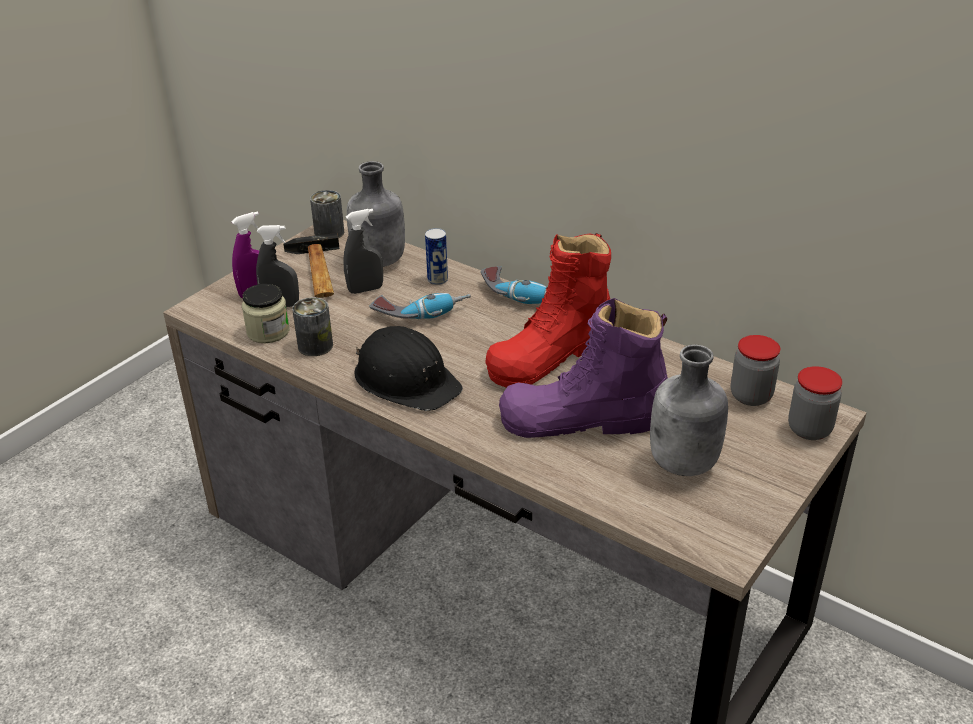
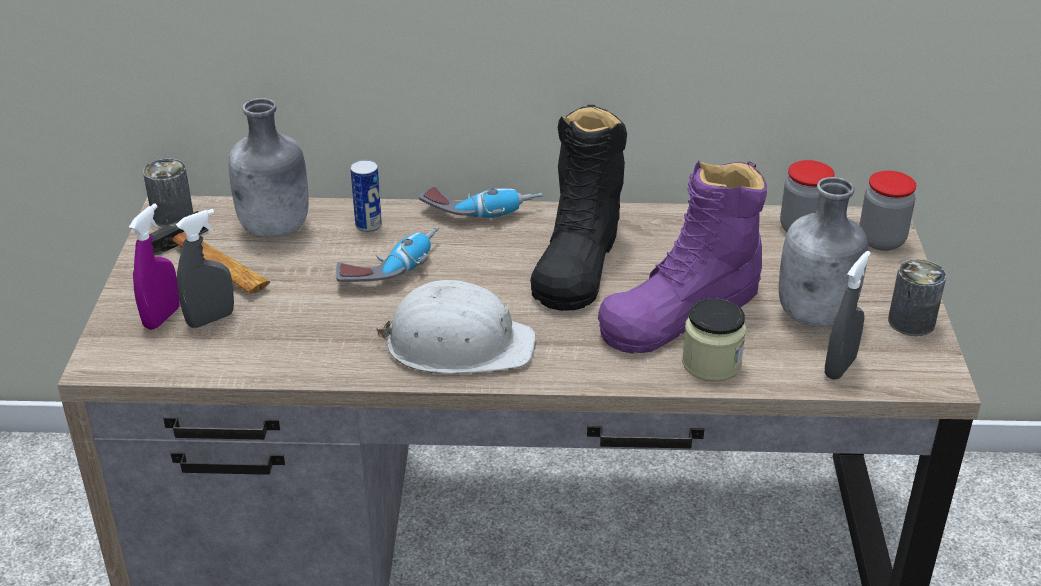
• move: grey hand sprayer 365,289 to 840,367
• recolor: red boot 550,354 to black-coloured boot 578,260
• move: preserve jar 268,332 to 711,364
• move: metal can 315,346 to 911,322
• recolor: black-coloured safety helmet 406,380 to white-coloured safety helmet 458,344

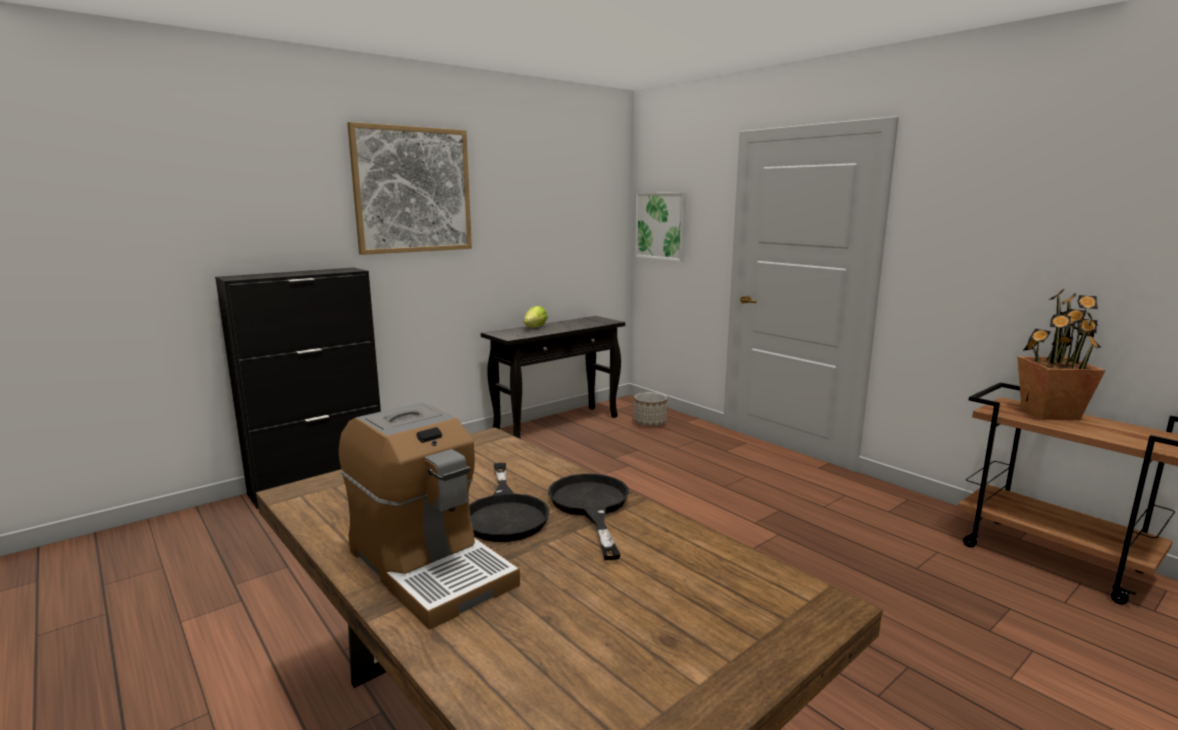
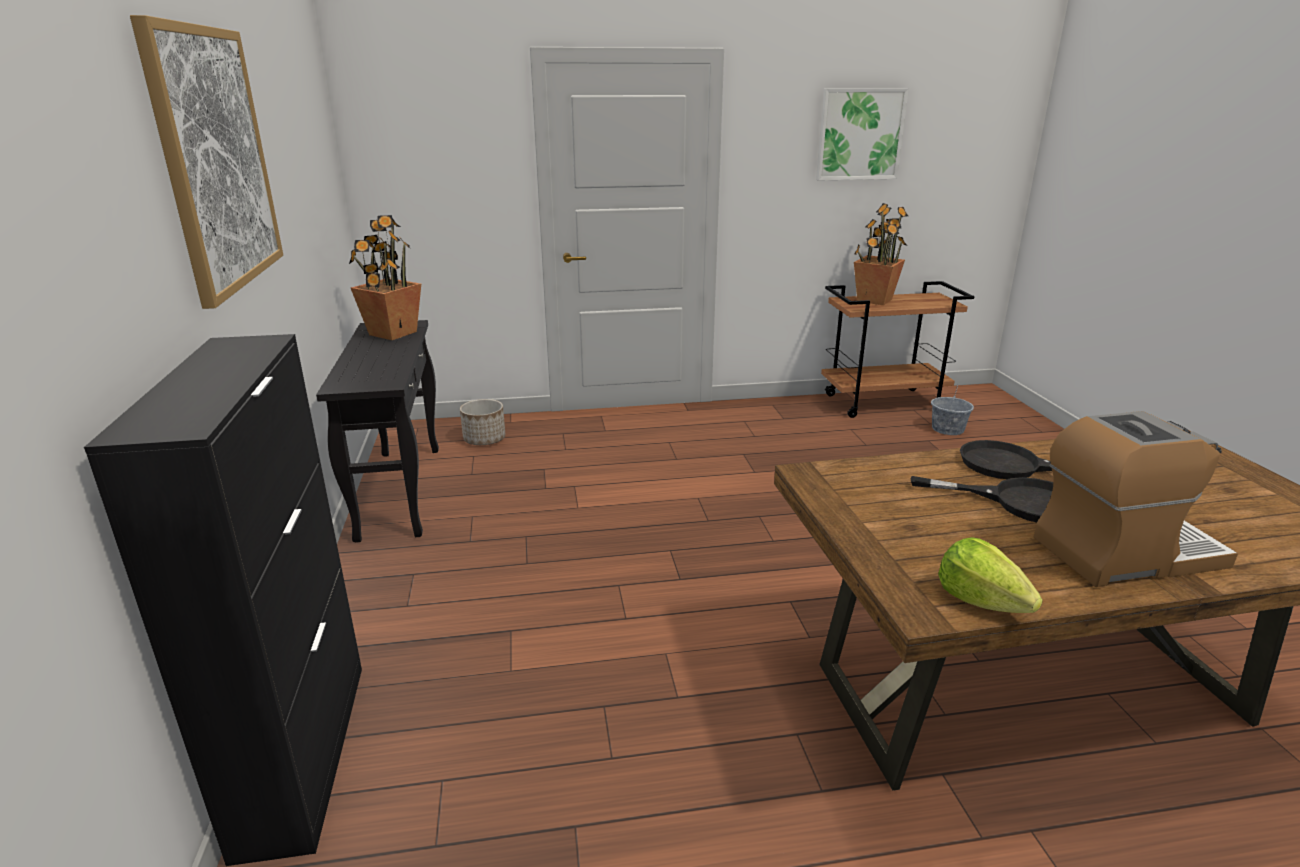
• move: picture 661,226 to 860,134
• move: head of lettuce 535,327 to 980,601
• insert: potted plant 392,333
• insert: grey pail 947,429

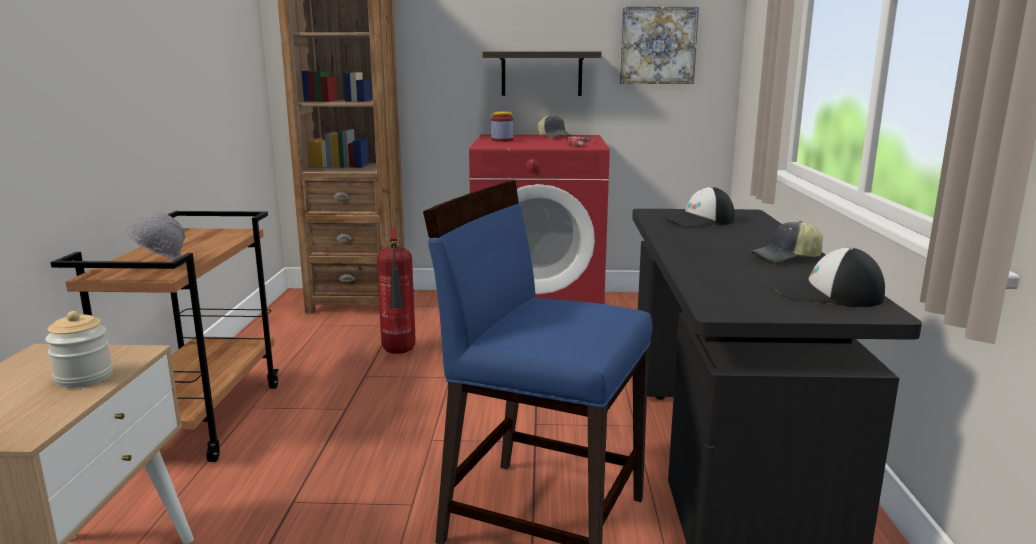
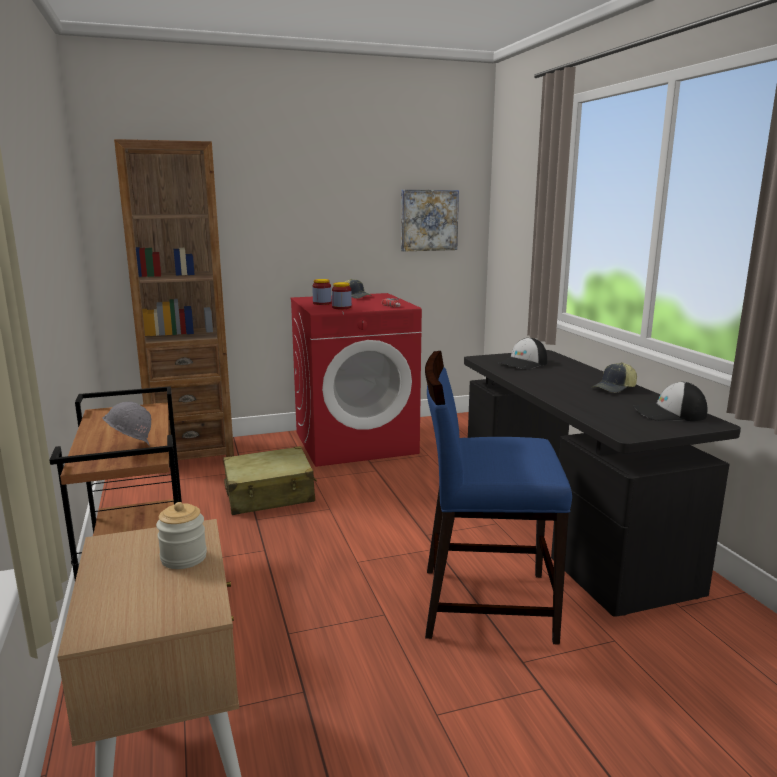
• delete: shelf 541,74
• replace: extinguisher 399,353 to beige-coloured piece of luggage 270,495
• insert: preserve jar 342,307

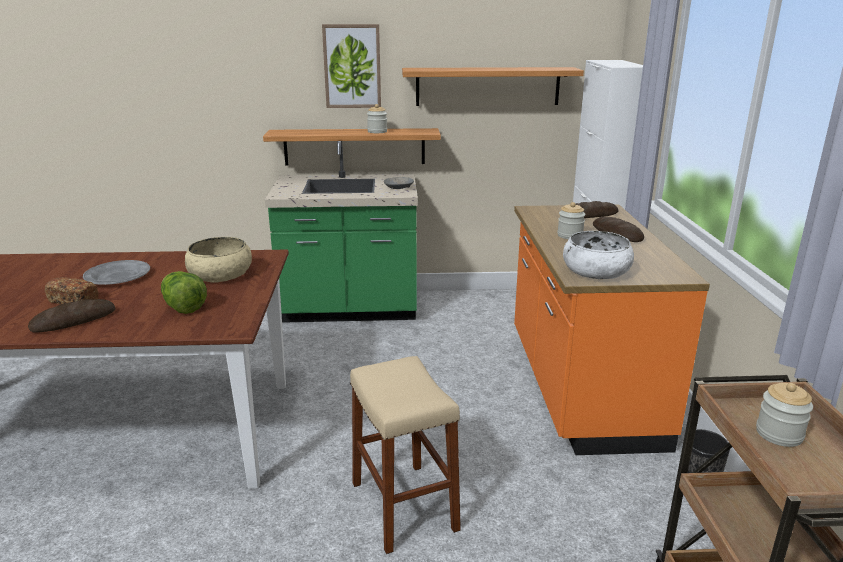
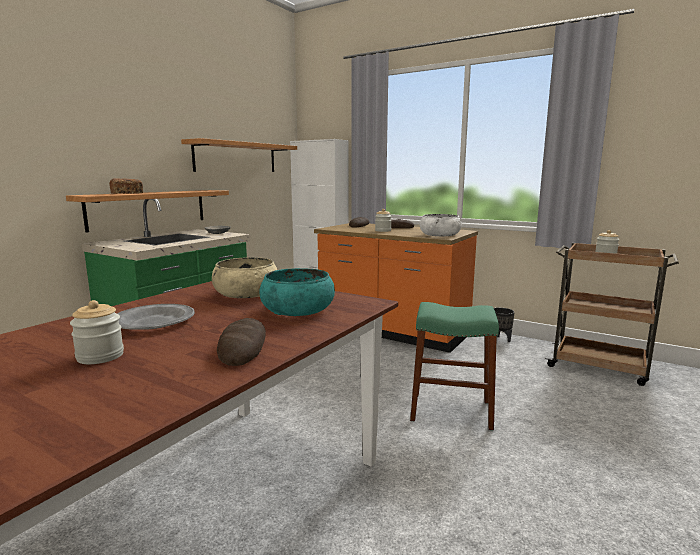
• delete: picture 352,66
• move: preserve jar 377,131 to 100,356
• replace: head of lettuce 183,307 to turquoise deep dish 297,309
• move: baked bread 74,301 to 127,193
• recolor: beige-coloured sitting stool 404,506 to green sitting stool 451,410

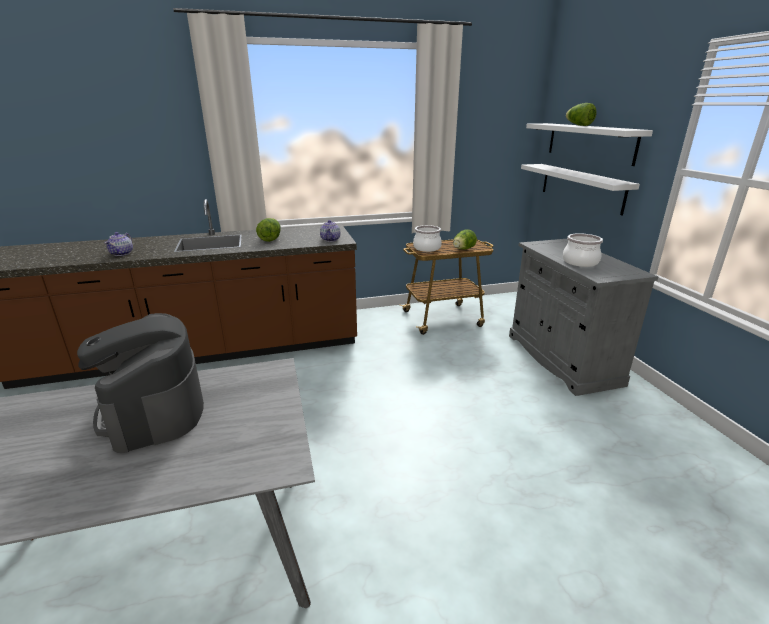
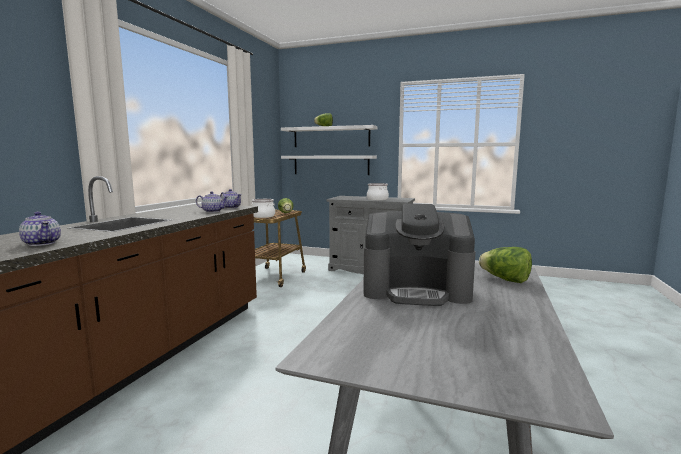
• move: head of lettuce 270,239 to 505,280
• insert: tea pot 212,211

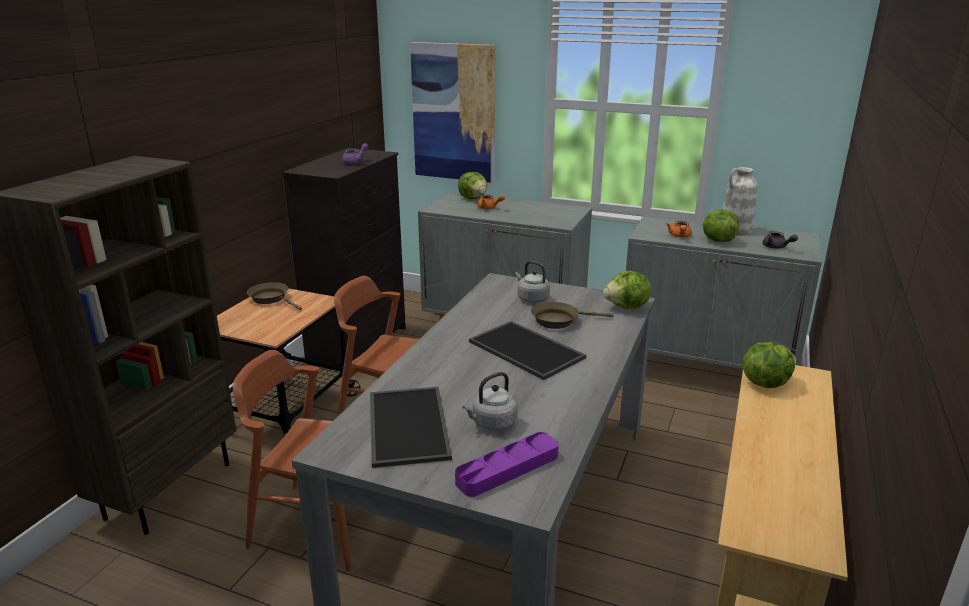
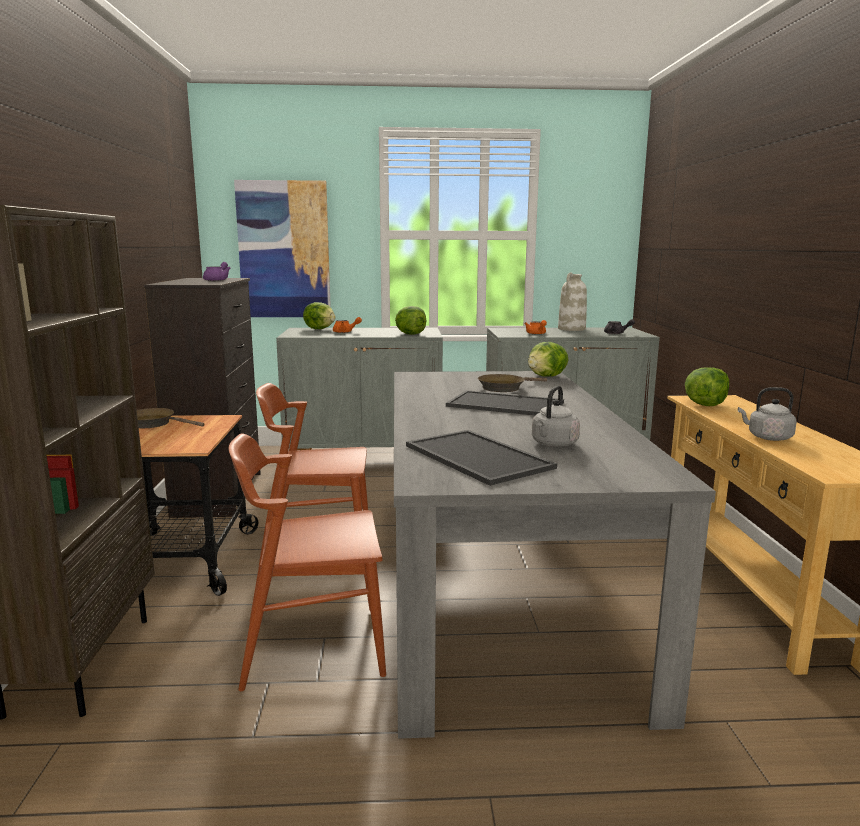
• move: head of lettuce 717,240 to 410,334
• move: grey tea kettle 531,298 to 767,437
• delete: purplish serving tray 508,469

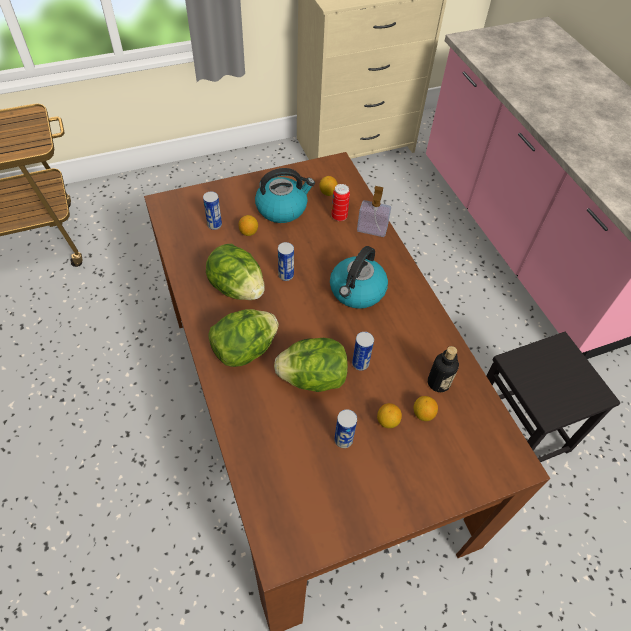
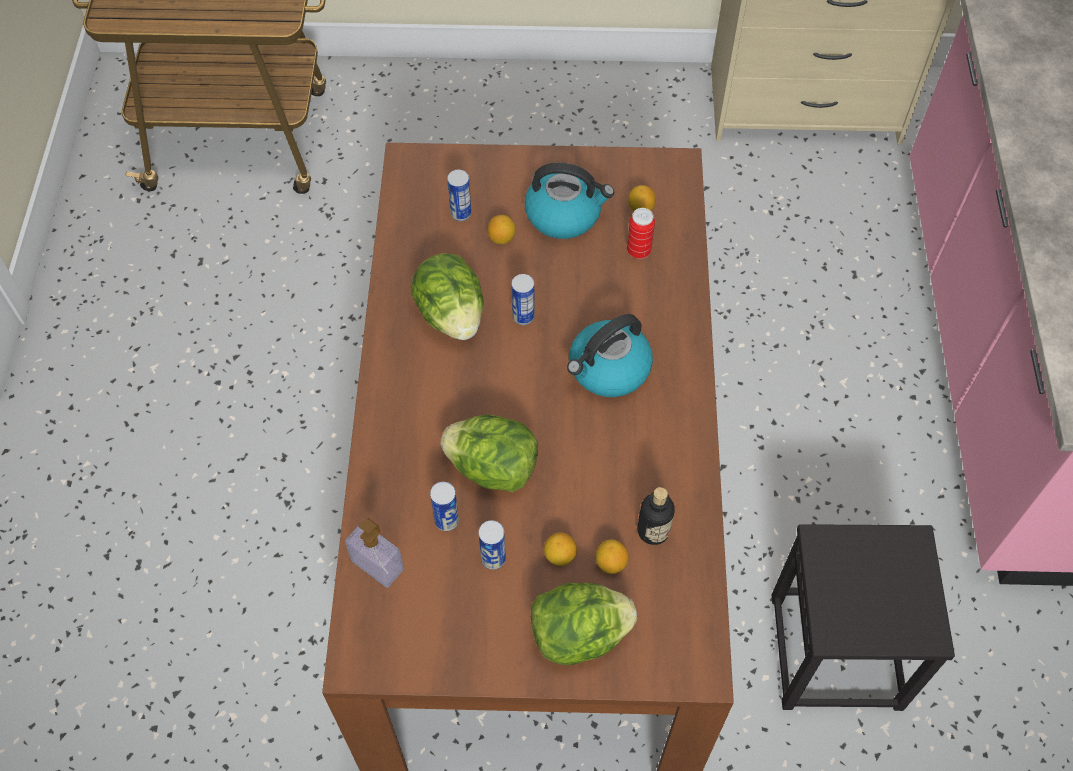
• move: liquid soap bottle 372,229 to 377,565
• move: head of lettuce 244,350 to 579,634
• move: metal can 360,363 to 446,521

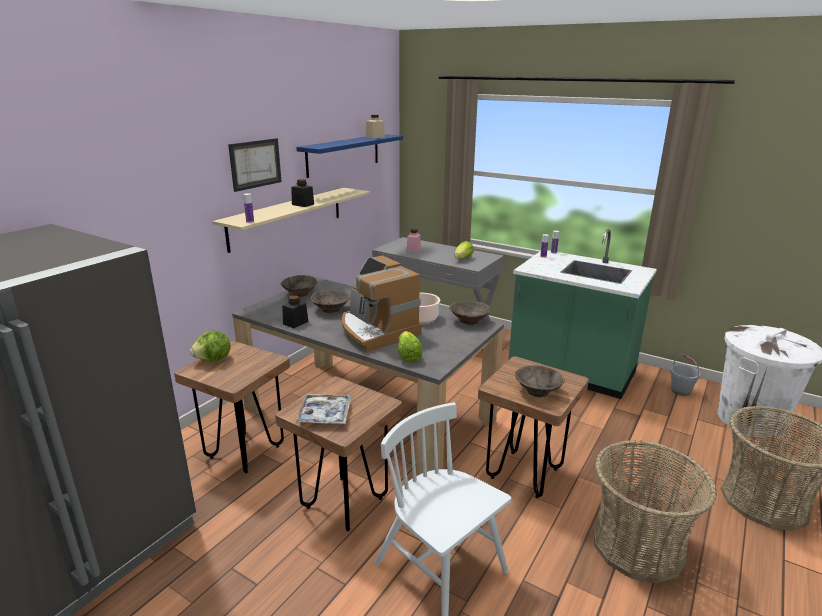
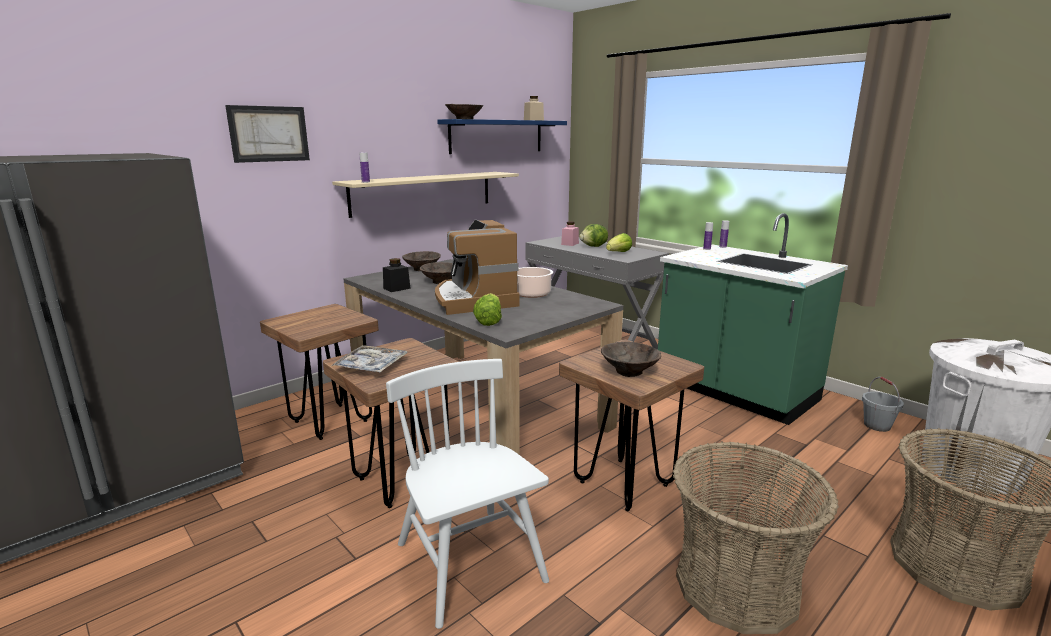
• move: picture 255,164 to 269,134
• delete: black-coloured preserve jar 303,204
• move: brownish deep dish 469,321 to 464,119
• move: head of lettuce 213,360 to 594,246

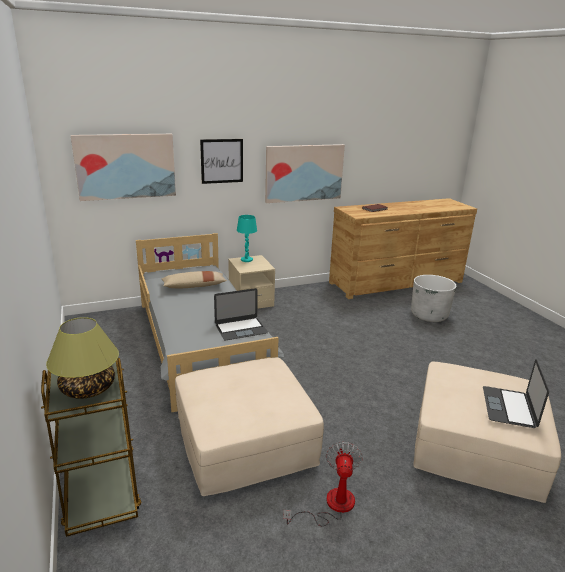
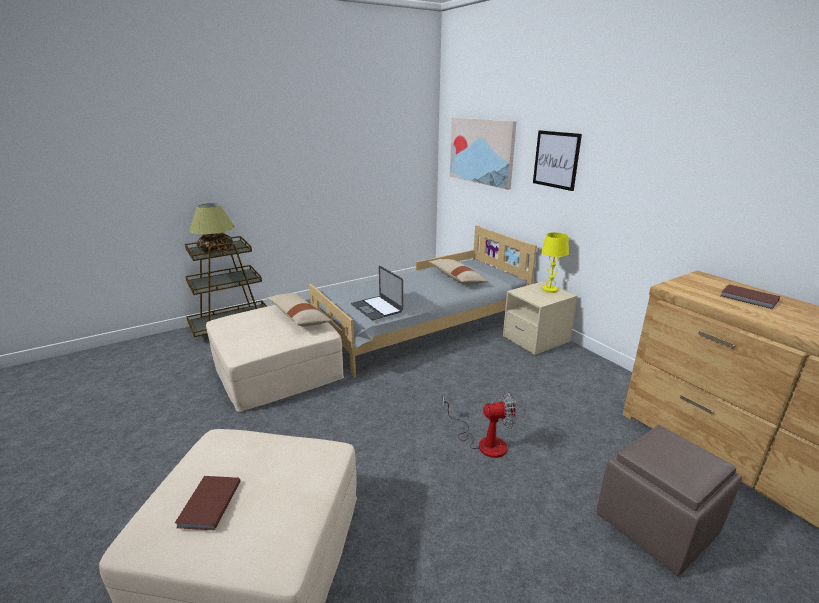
• delete: picture 304,173
• recolor: turquoise lamp for a table 246,260 to yellow lamp for a table 549,289
• replace: white-coloured flower pot 429,315 to brownish footrest 658,524
• replace: laptop 509,407 to brownish volume 208,504
• move: electric fan 331,505 to 483,442
• insert: beige-coloured pillow 299,317

